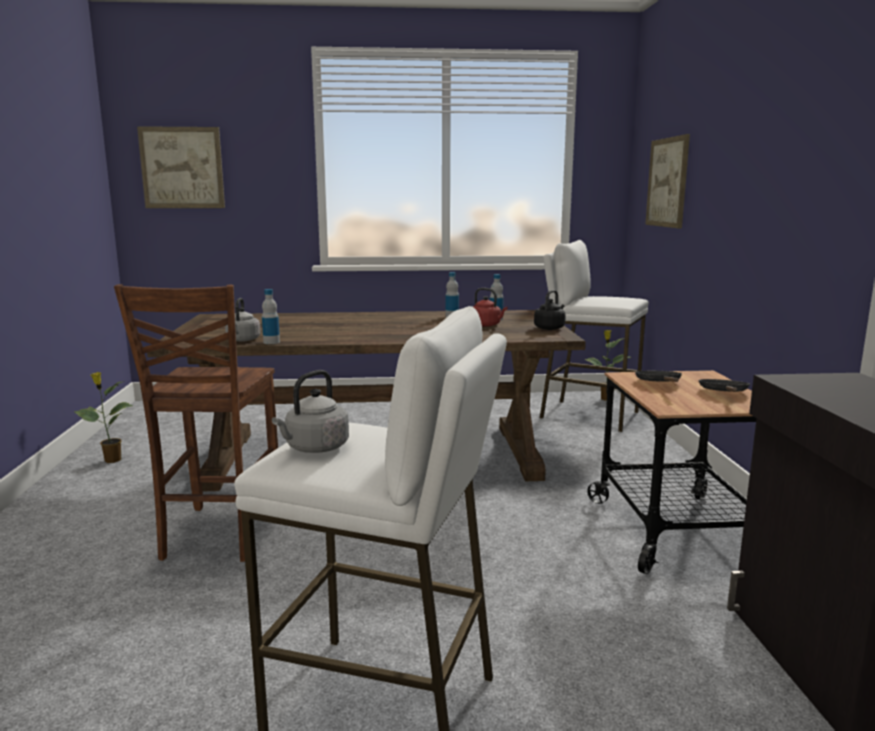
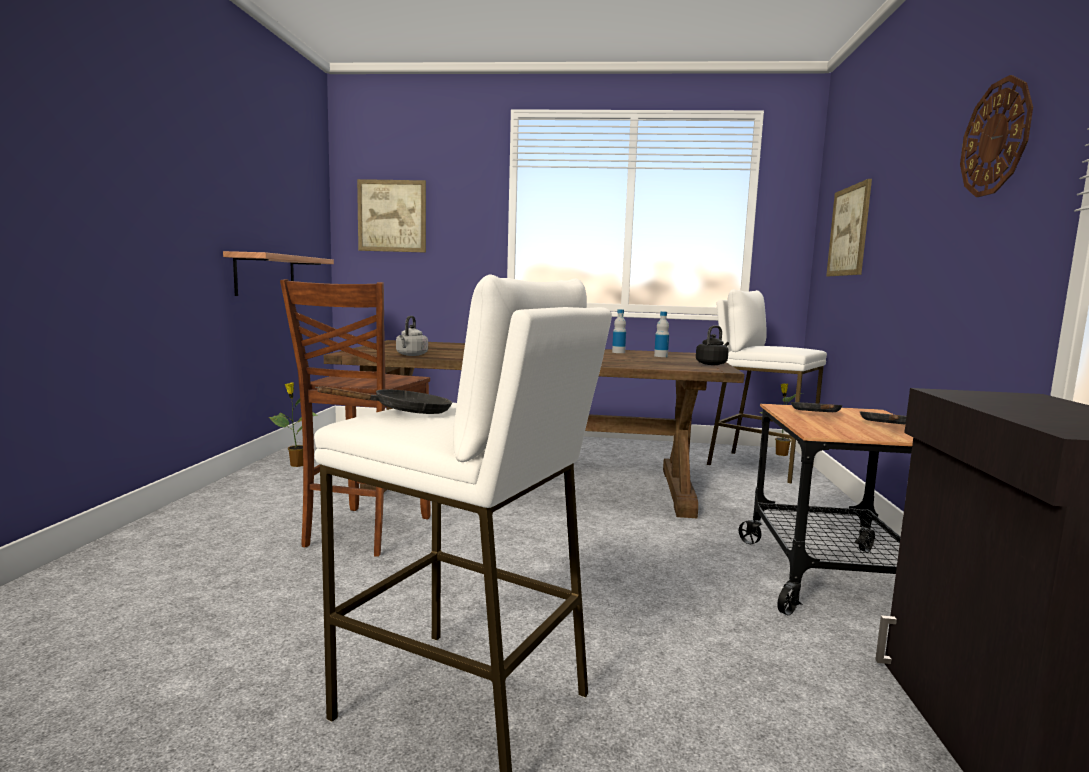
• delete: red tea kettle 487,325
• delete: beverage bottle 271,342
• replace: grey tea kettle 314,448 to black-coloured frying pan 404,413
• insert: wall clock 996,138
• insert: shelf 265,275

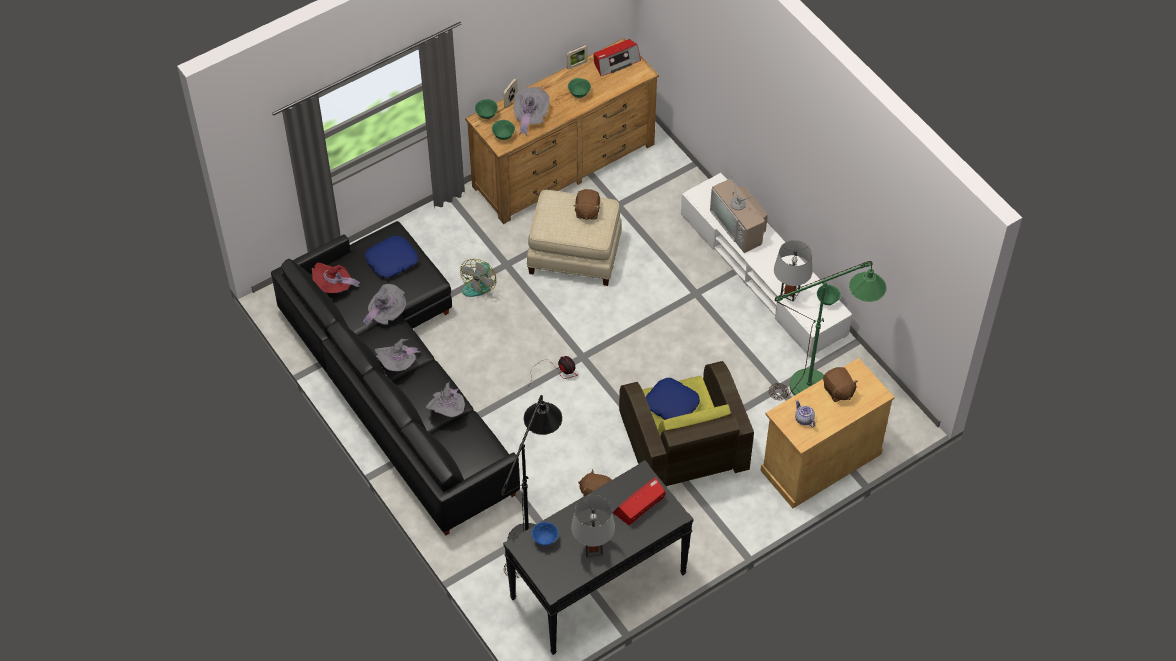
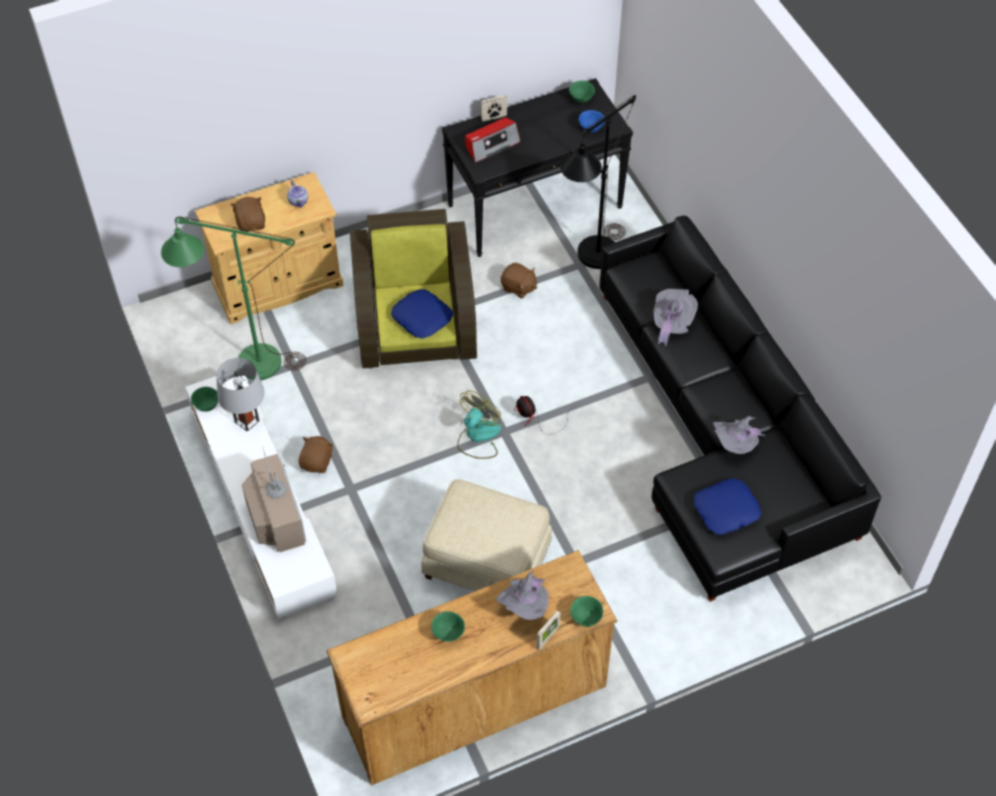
• delete: radio receiver 616,62
• move: photo frame 577,65 to 494,118
• move: green deep dish 503,136 to 581,99
• move: brownish cuddly toy 587,211 to 317,462
• move: electric fan 479,283 to 478,437
• delete: red wearable hat 334,287
• delete: grey wearable hat 398,364
• delete: grey lamp for a table 593,549

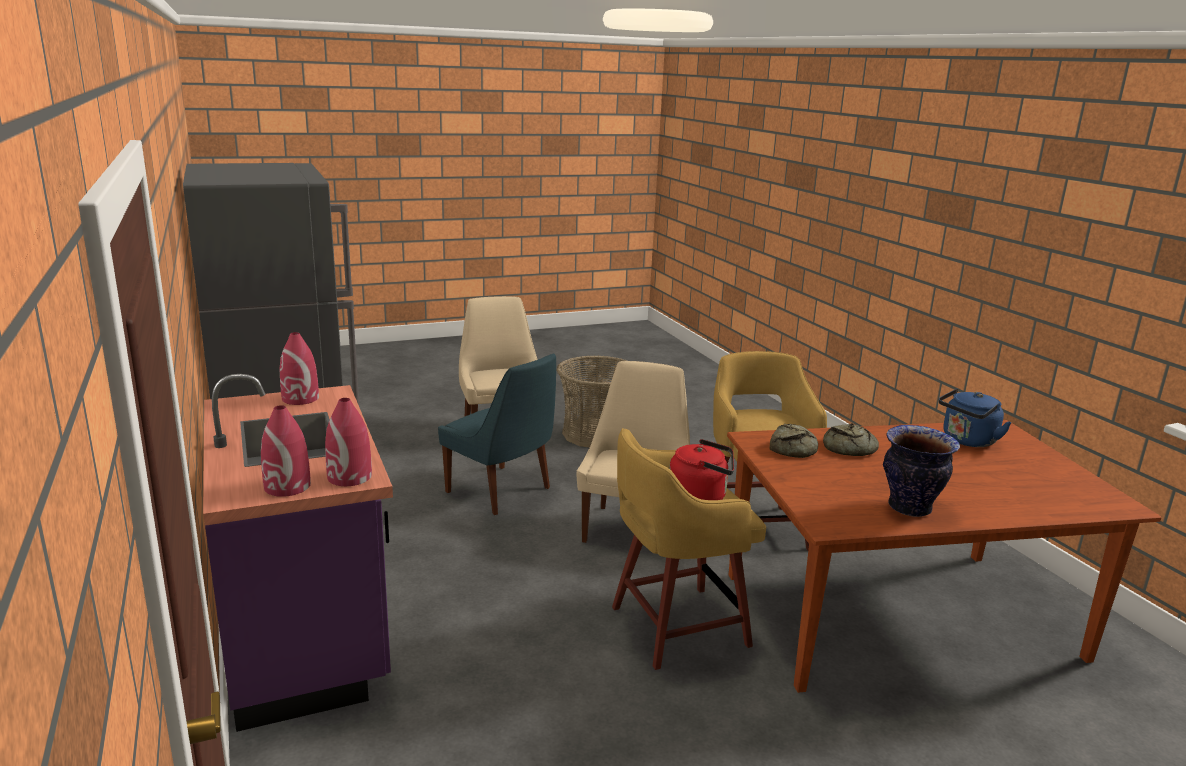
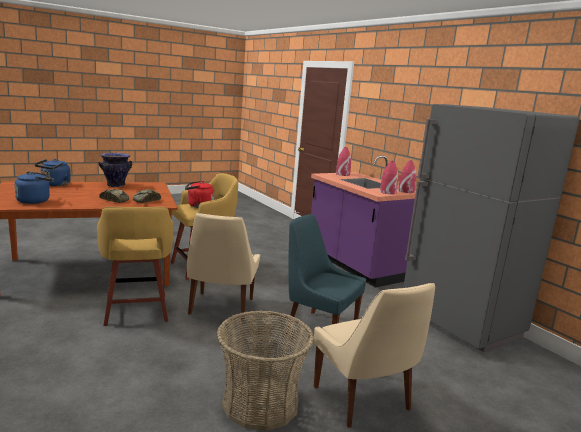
• move: red flower vase 349,477 to 406,191
• insert: blue-coloured tea kettle 55,185

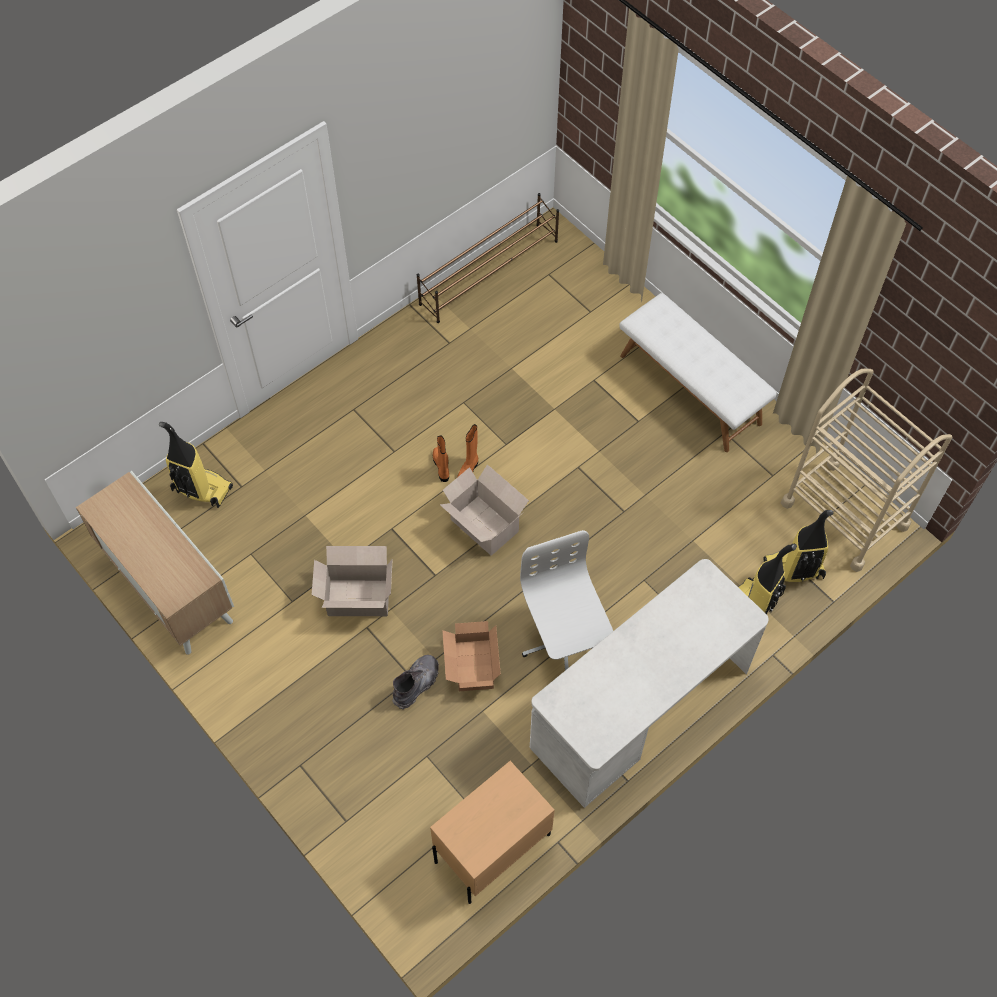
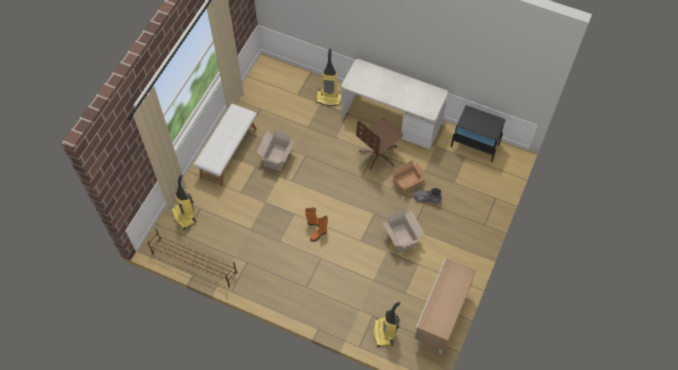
• delete: beige-coloured trolley 844,514
• move: cardboard box 483,524 to 276,158
• move: hoover 793,570 to 184,216
• recolor: white-coloured computer chair 564,643 to brownish computer chair 379,154
• recolor: beige-coloured bedside table 491,848 to black-coloured bedside table 475,146

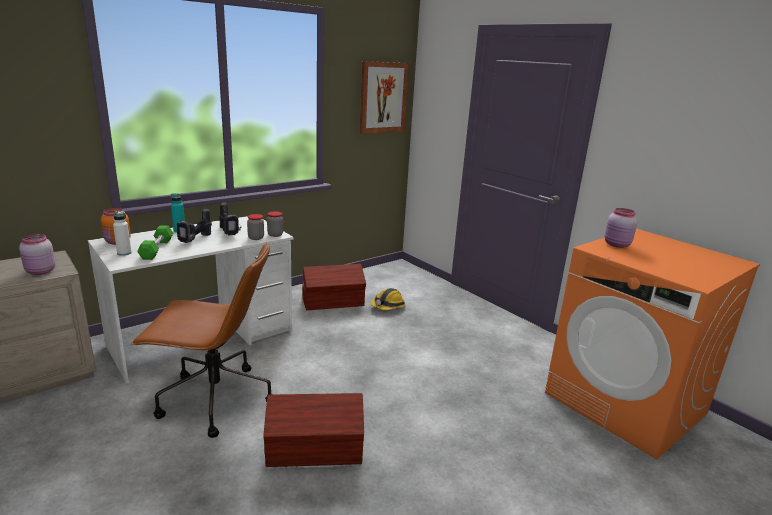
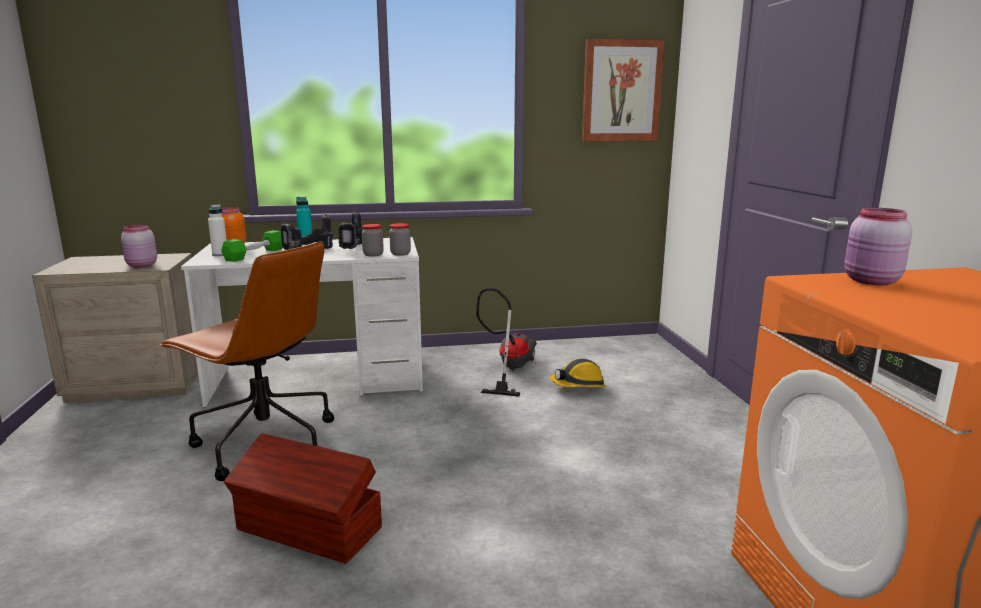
• replace: brownish storage box 334,302 to hoover 509,369

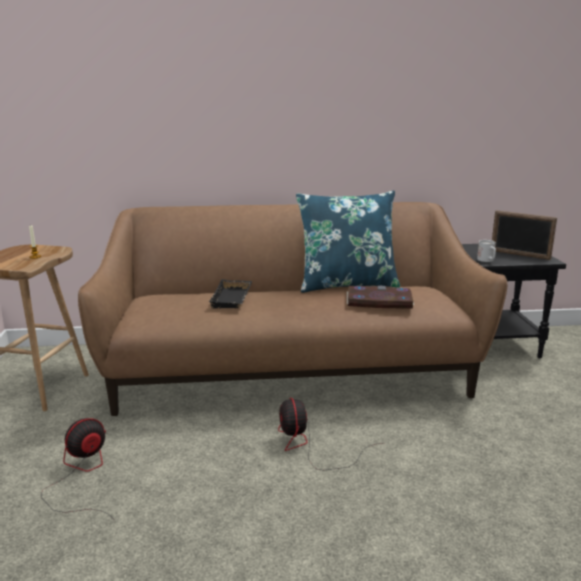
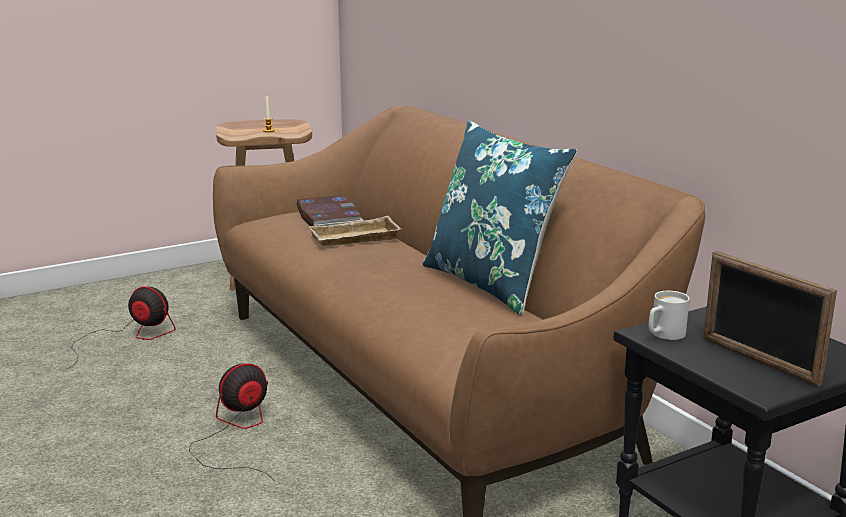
• rotate: photo frame 519,255 = 758,360 45 degrees counterclockwise
• recolor: black-coloured serving tray 233,299 to beige-coloured serving tray 354,239
• move: volume 379,301 to 328,217

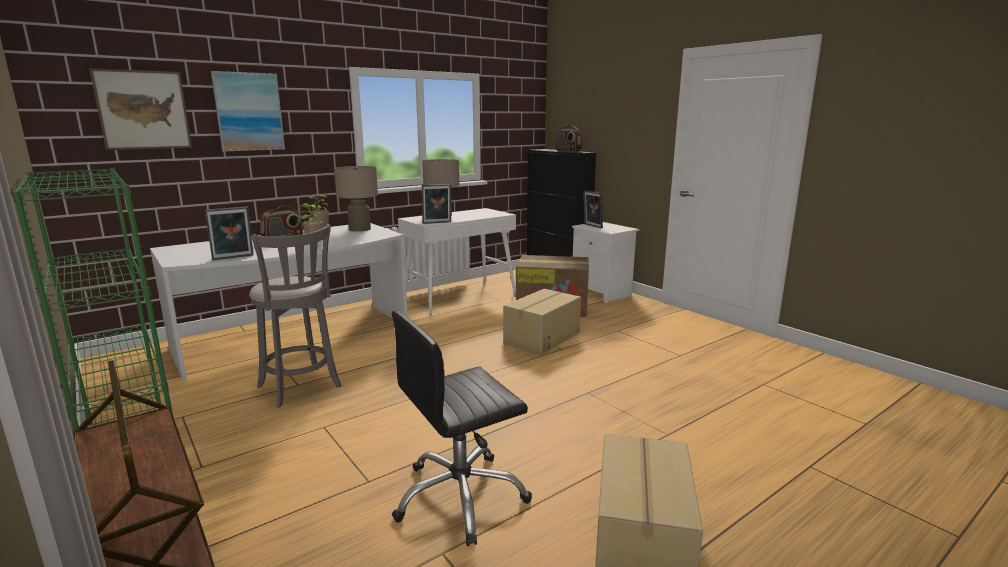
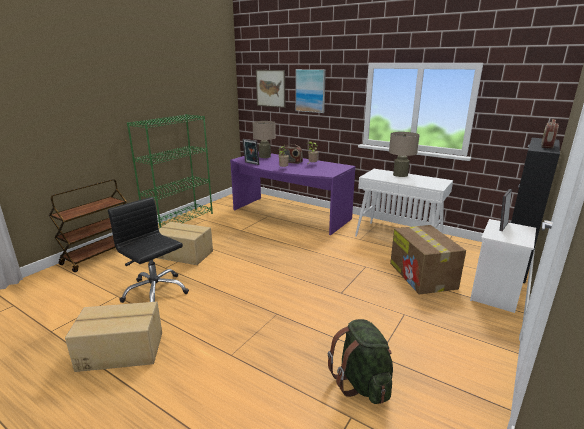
• move: beige-coloured lamp for a table 359,229 to 264,156
• delete: photo frame 437,223
• recolor: white-coloured desk table 296,339 to purplish desk table 289,215
• delete: grey sitting stool 301,388
• move: cardboard box 541,338 to 184,254
• insert: green knapsack 362,383

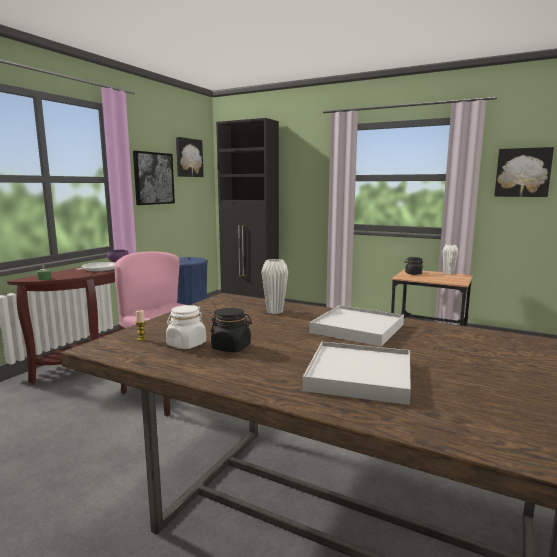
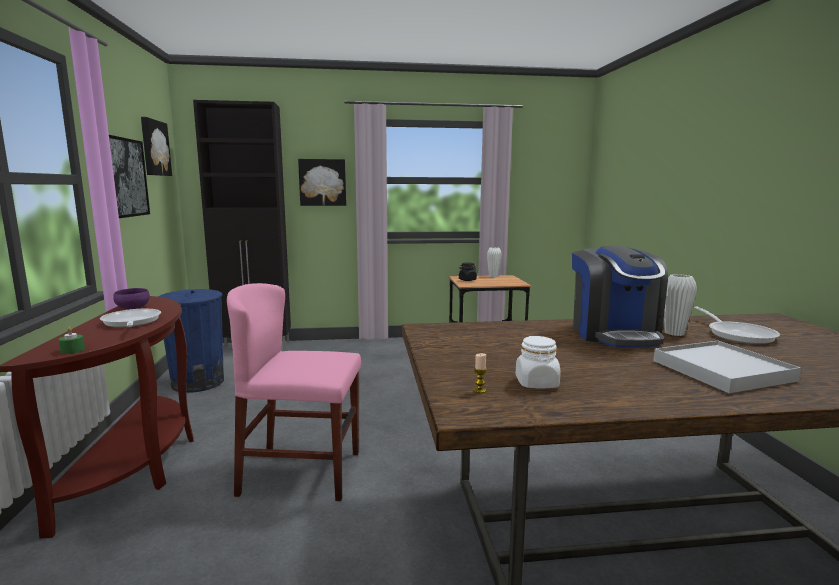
• move: picture 523,172 to 322,182
• move: white-coloured flower vase 274,311 to 674,333
• replace: white-coloured serving tray 358,329 to coffee brewer 614,334
• delete: black-coloured preserve jar 231,347
• insert: frying pan 737,334

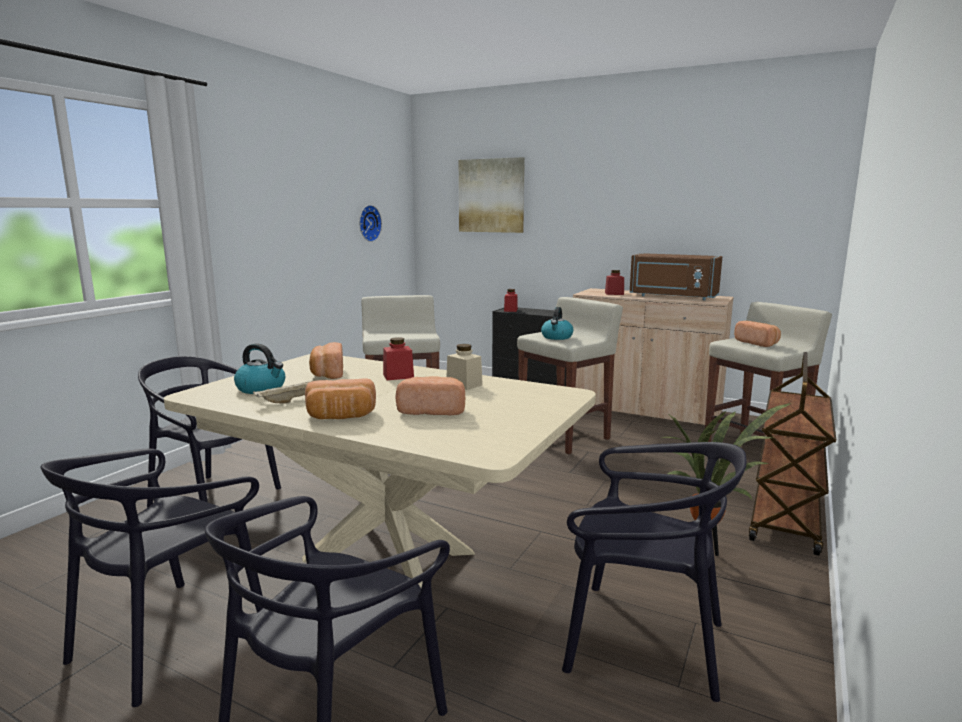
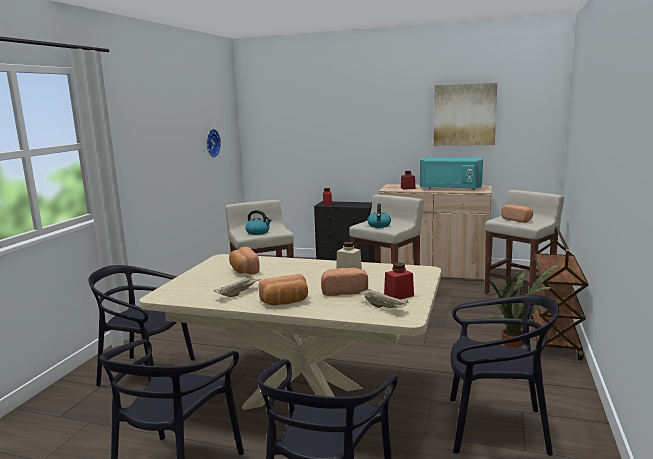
• move: picture 491,195 to 464,114
• recolor: brownish microwave oven 672,297 to turquoise microwave oven 450,188
• move: red preserve jar 398,376 to 399,295
• move: tea kettle 262,388 to 258,232
• insert: beige-coloured serving tray 384,307

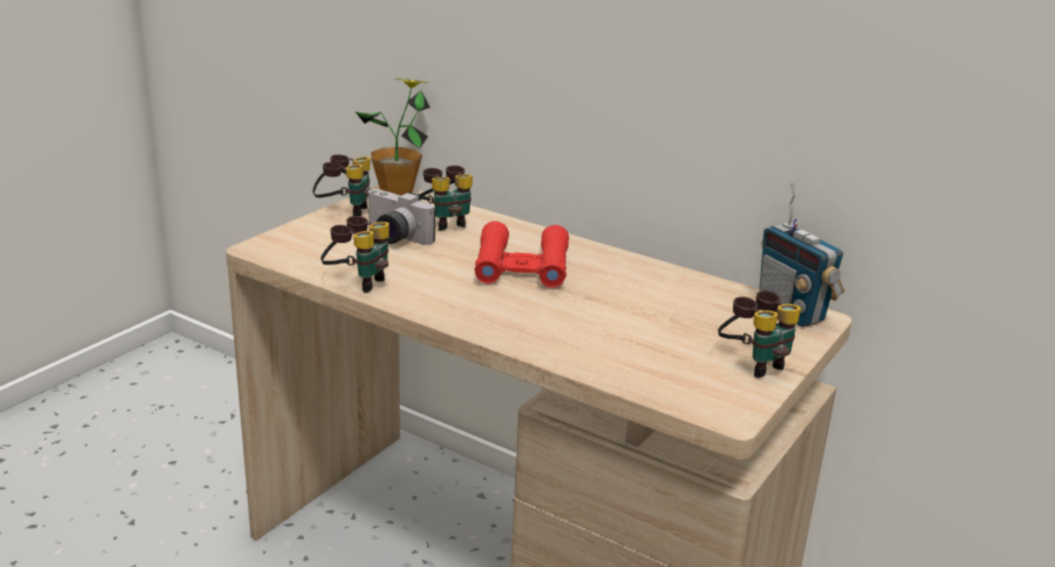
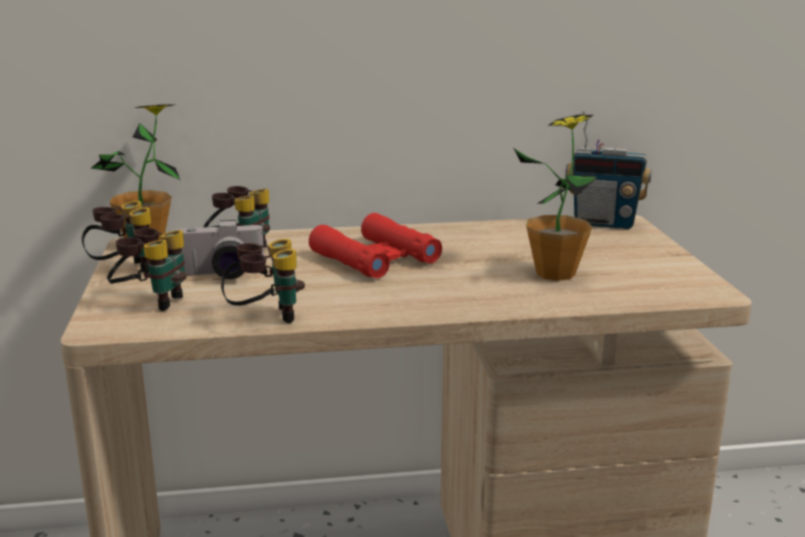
• move: field glasses 754,363 to 152,301
• insert: potted plant 555,273

